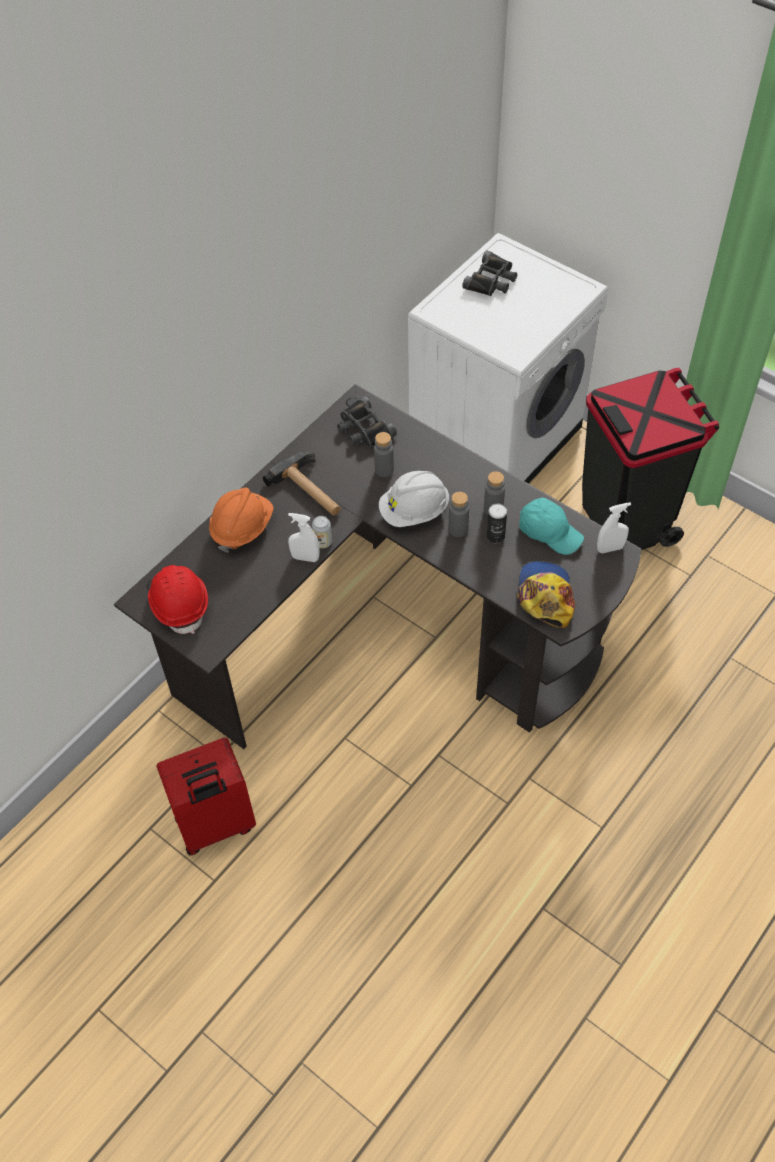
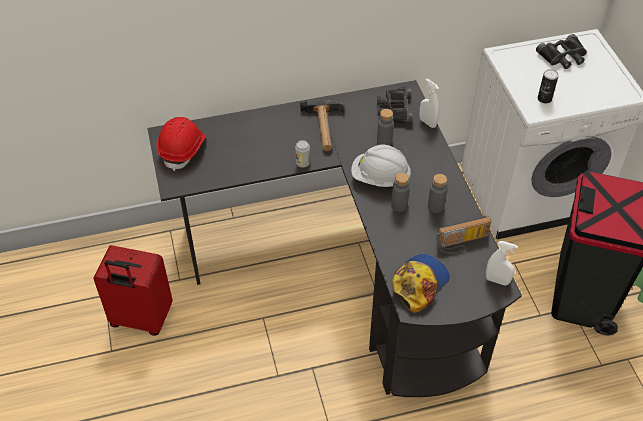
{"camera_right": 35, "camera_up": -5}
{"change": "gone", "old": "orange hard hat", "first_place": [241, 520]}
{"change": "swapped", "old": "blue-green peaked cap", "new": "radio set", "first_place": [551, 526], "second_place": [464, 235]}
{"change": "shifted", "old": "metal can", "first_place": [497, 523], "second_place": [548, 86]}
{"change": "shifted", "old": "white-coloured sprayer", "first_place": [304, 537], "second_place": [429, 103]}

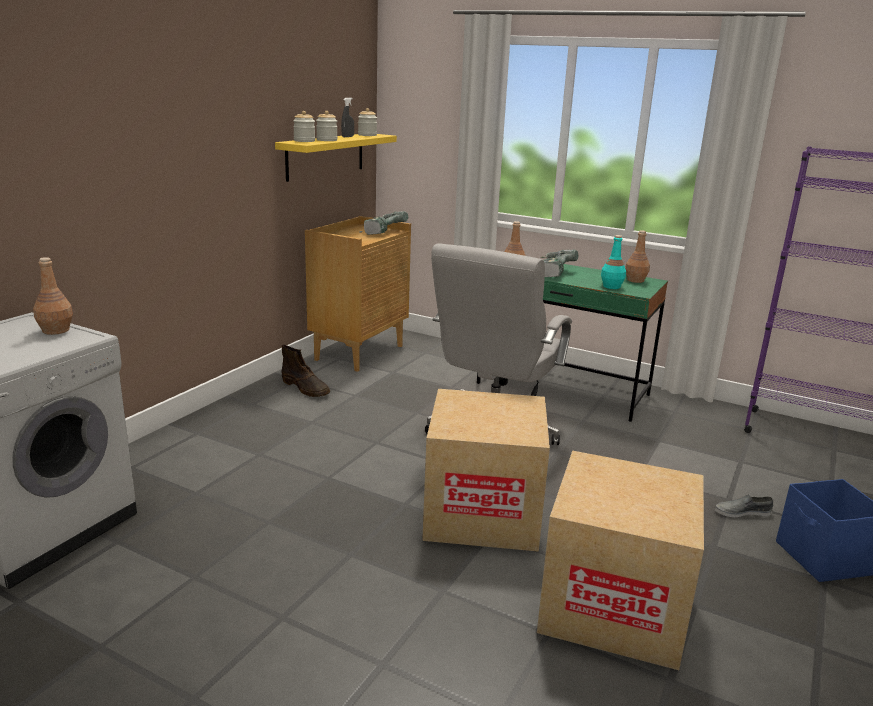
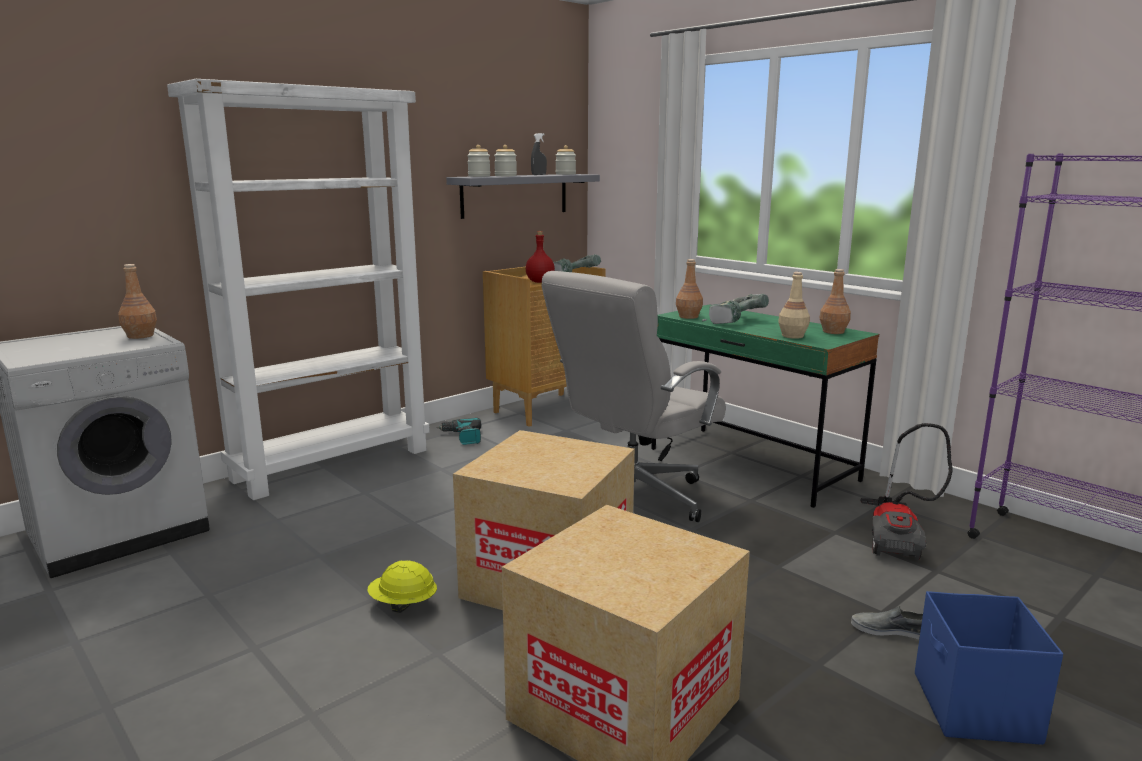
{"camera_right": 20, "camera_up": -5}
{"change": "repainted", "old": "yellow-coloured bracket shelf", "new": "grey bracket shelf", "first_place": [336, 158], "second_place": [523, 196]}
{"change": "repainted", "old": "blue-green bottle", "new": "beige-coloured bottle", "first_place": [613, 262], "second_place": [794, 305]}
{"change": "swapped", "old": "brown-coloured high-top boot", "new": "electric drill", "first_place": [306, 371], "second_place": [459, 431]}
{"change": "new", "new": "white-coloured bookcase", "second_place": [298, 289]}
{"change": "new", "new": "red-coloured bottle", "second_place": [540, 257]}
{"change": "new", "new": "vacuum", "second_place": [906, 492]}
{"change": "new", "new": "yellow-coloured hard hat", "second_place": [402, 587]}

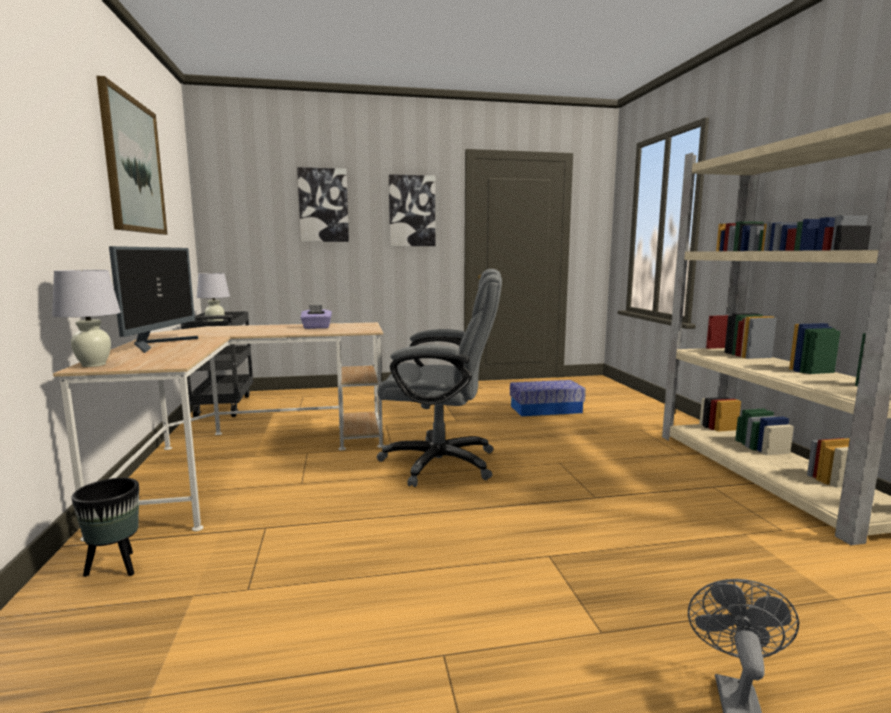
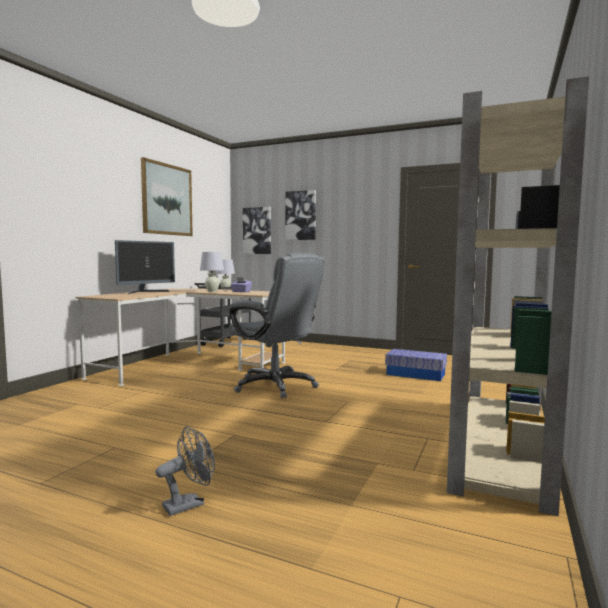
{"camera_right": 35, "camera_up": -5}
{"change": "shifted", "old": "wall picture", "first_place": [412, 210], "second_place": [257, 230]}
{"change": "shifted", "old": "white-coloured lamp for a table", "first_place": [86, 318], "second_place": [212, 272]}
{"change": "gone", "old": "black-coloured planter", "first_place": [105, 527]}

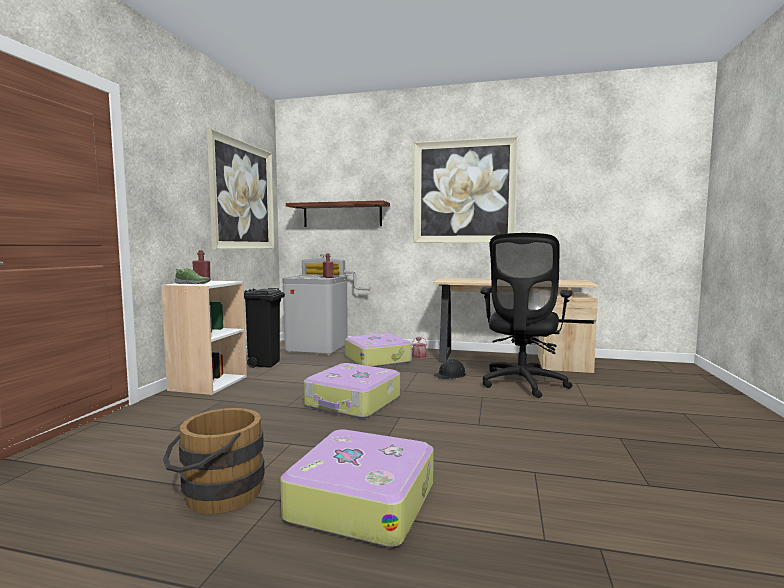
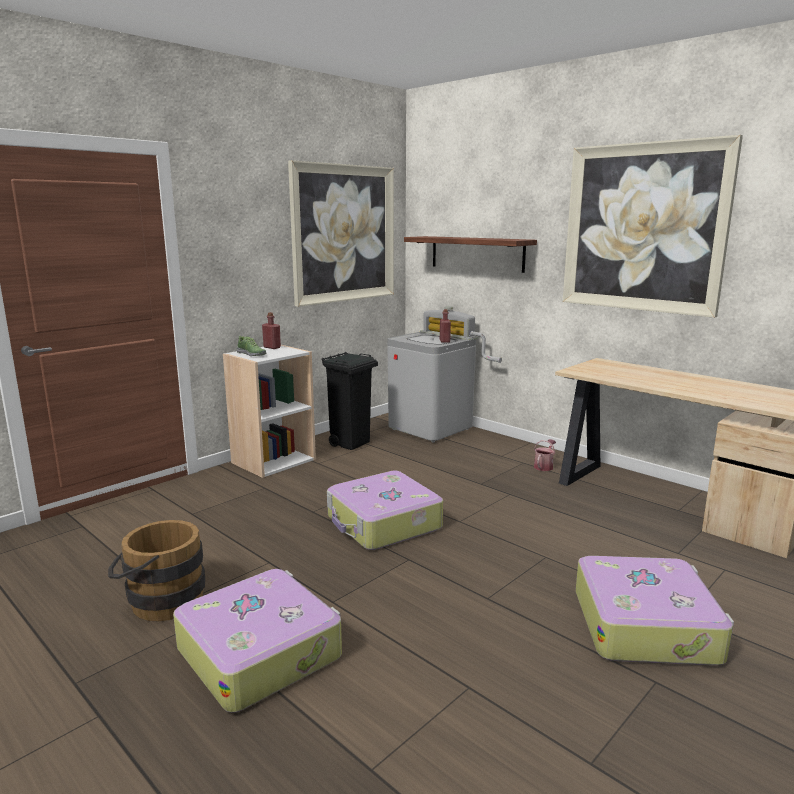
{"camera_right": 30, "camera_up": 10}
{"change": "gone", "old": "black-coloured computer chair", "first_place": [526, 315]}
{"change": "shifted", "old": "travel case", "first_place": [378, 350], "second_place": [655, 610]}
{"change": "gone", "old": "black-coloured hard hat", "first_place": [450, 369]}

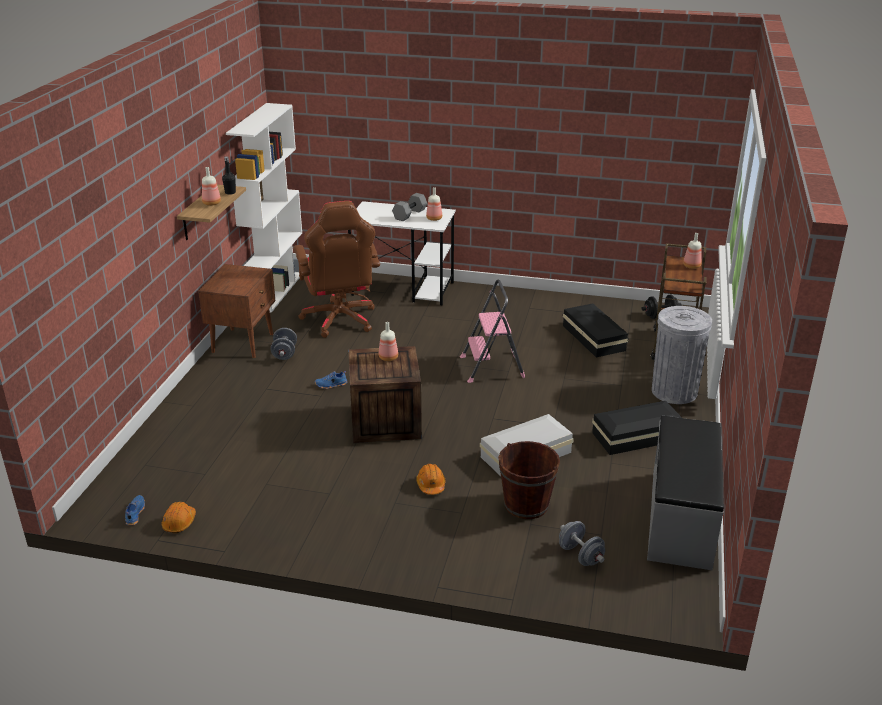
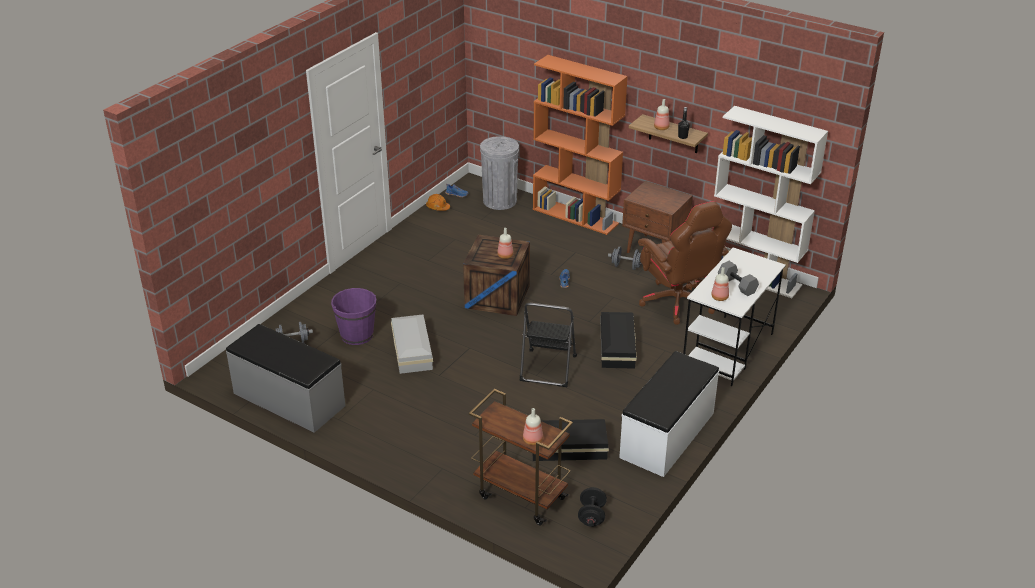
{"camera_right": 110, "camera_up": 5}
{"change": "rotated", "old": "brown-coloured computer chair", "first_place": [336, 269], "second_place": [685, 263], "degrees": -120}
{"change": "repainted", "old": "pink-coloured stepladder", "new": "black-coloured stepladder", "first_place": [492, 331], "second_place": [548, 345]}
{"change": "shifted", "old": "grey waste bin", "first_place": [682, 355], "second_place": [499, 173]}
{"change": "shifted", "old": "black-coloured storage box", "first_place": [637, 428], "second_place": [618, 340]}
{"change": "repainted", "old": "brown-coloured pail", "new": "purplish pail", "first_place": [529, 480], "second_place": [353, 316]}
{"change": "gone", "old": "orange hard hat", "first_place": [431, 479]}
{"change": "new", "new": "orange bookcase", "second_place": [580, 145]}
{"change": "new", "new": "white-coloured bench", "second_place": [669, 414]}

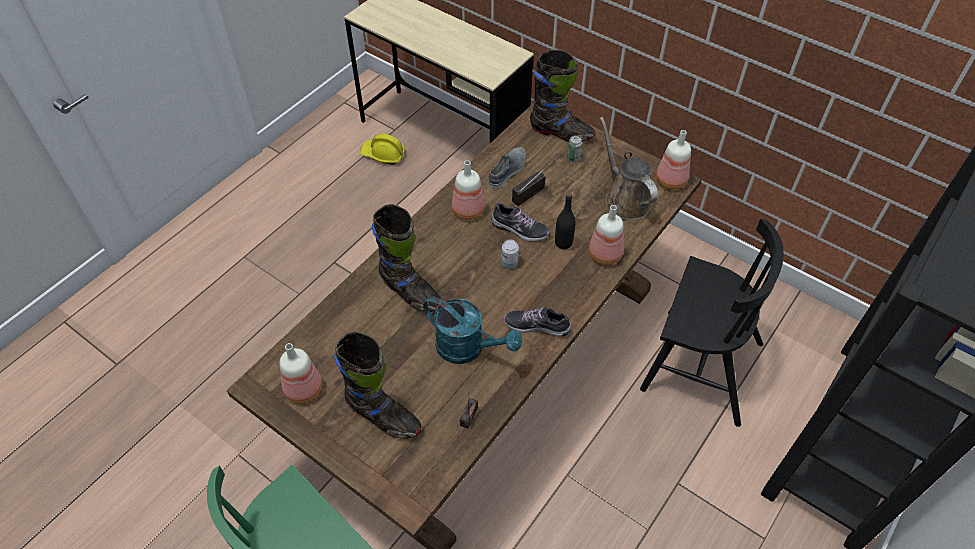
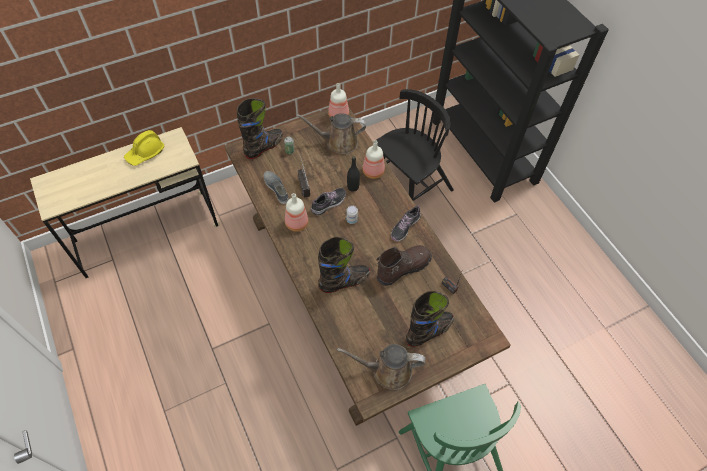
{"camera_right": -65, "camera_up": 5}
{"change": "shifted", "old": "yellow-coloured hard hat", "first_place": [382, 149], "second_place": [144, 148]}
{"change": "swapped", "old": "blue-green sprinkling can", "new": "brown-coloured high-top boot", "first_place": [472, 330], "second_place": [404, 265]}
{"change": "swapped", "old": "bottle", "new": "brown-coloured sprinkling can", "first_place": [301, 373], "second_place": [381, 367]}

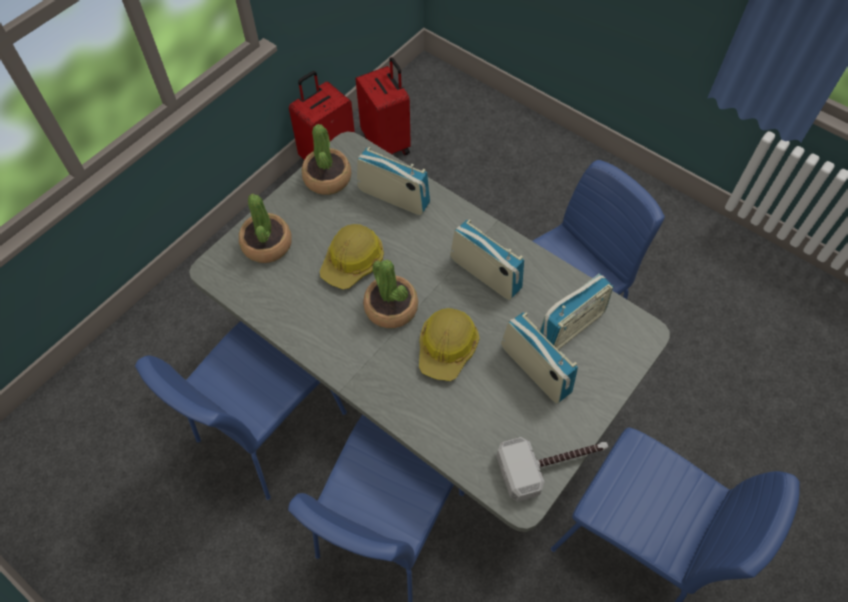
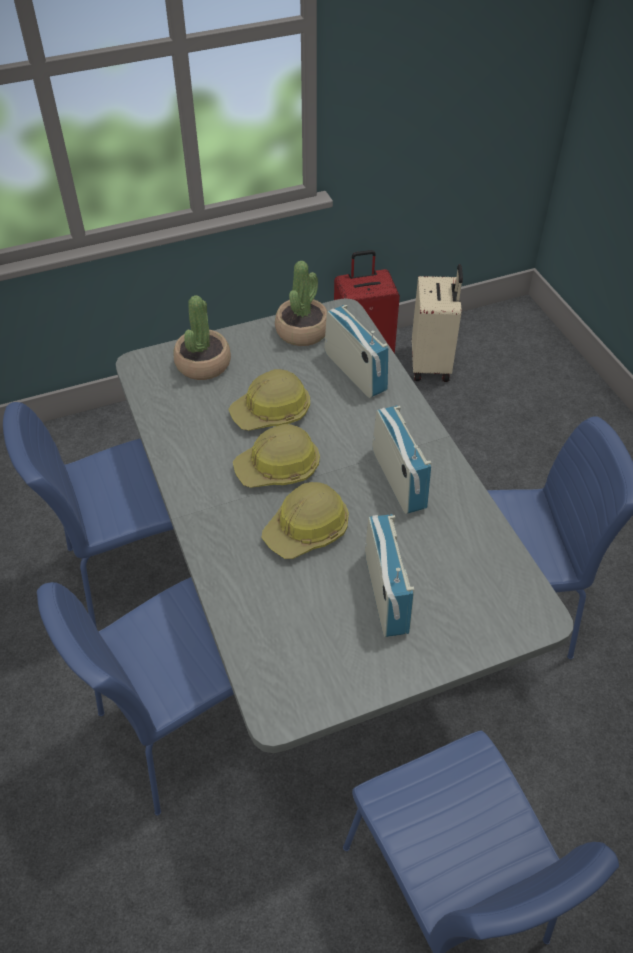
{"camera_right": 30, "camera_up": -10}
{"change": "repainted", "old": "red-coloured travel case", "new": "beige-coloured travel case", "first_place": [383, 106], "second_place": [437, 323]}
{"change": "swapped", "old": "plant in a pot", "new": "hard hat", "first_place": [390, 294], "second_place": [276, 456]}
{"change": "gone", "old": "radio set", "first_place": [576, 312]}
{"change": "gone", "old": "hammer", "first_place": [552, 469]}

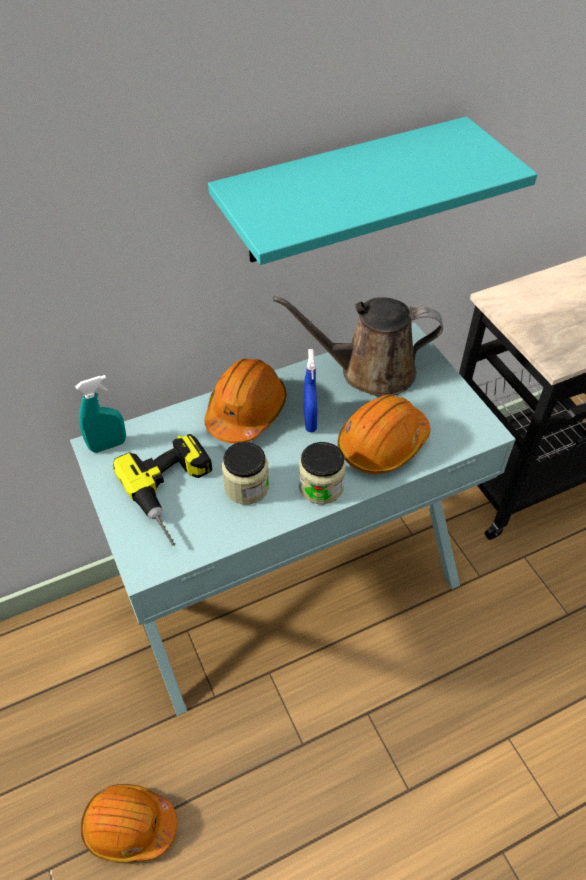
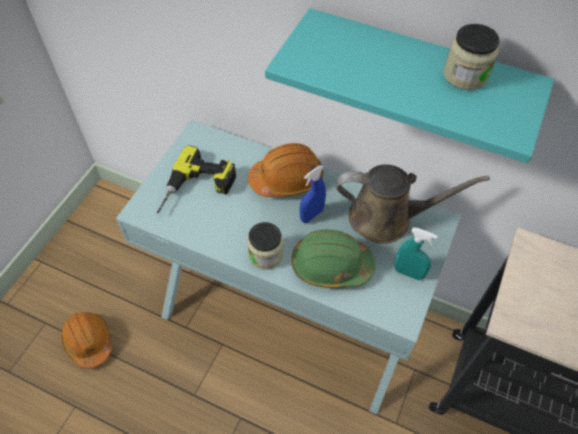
{"camera_right": 50, "camera_up": 5}
{"change": "rotated", "old": "brown-coloured sprinkling can", "first_place": [358, 346], "second_place": [413, 204], "degrees": 135}
{"change": "shifted", "old": "blue-green sprayer", "first_place": [100, 414], "second_place": [416, 254]}
{"change": "repainted", "old": "orange hard hat", "new": "green-coloured hard hat", "first_place": [384, 434], "second_place": [333, 259]}
{"change": "shifted", "old": "storage jar", "first_place": [245, 473], "second_place": [471, 57]}

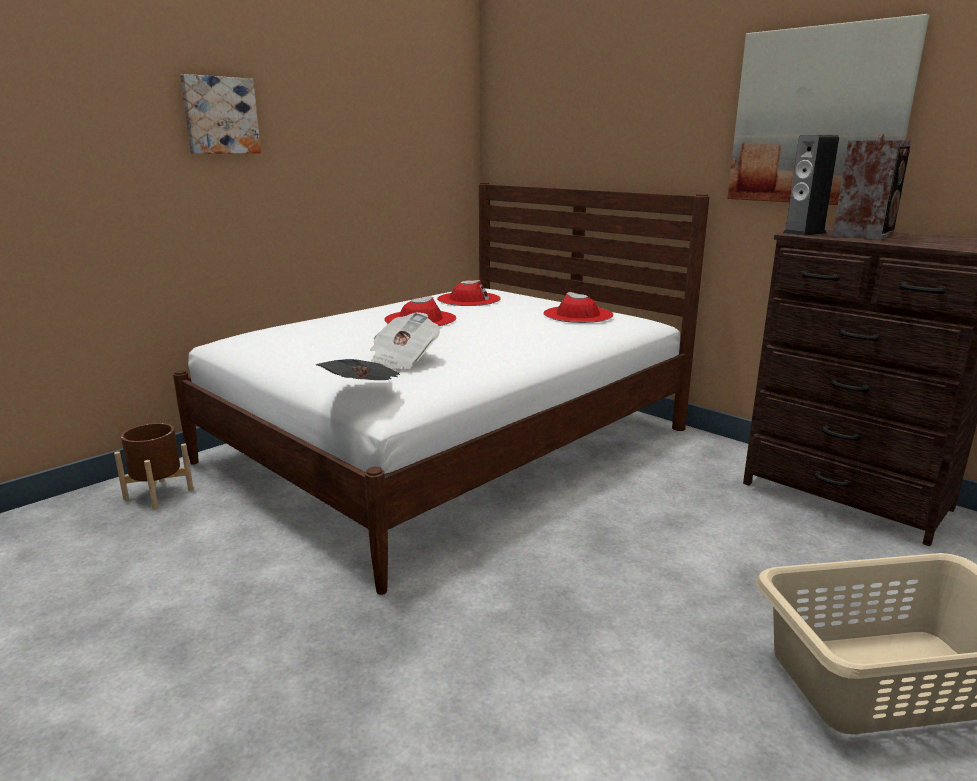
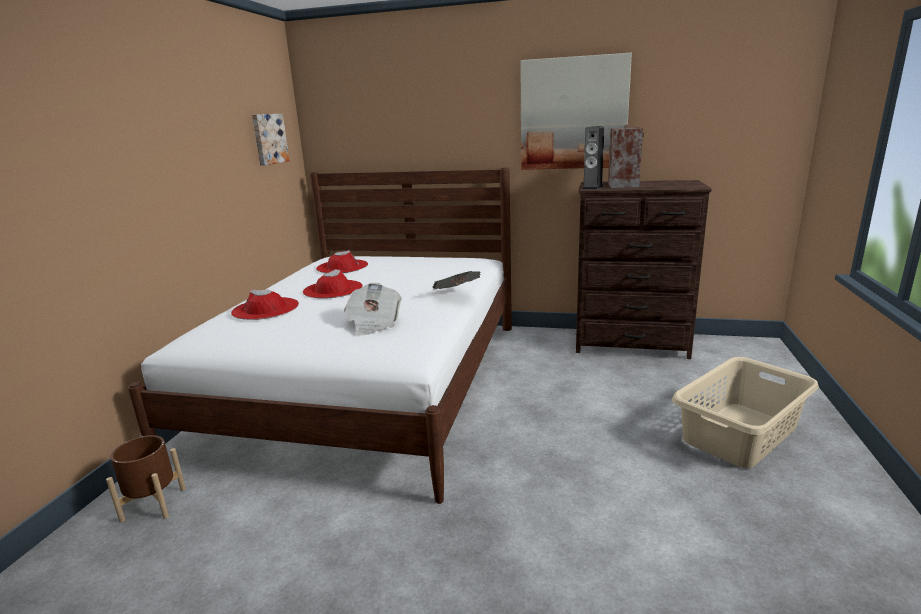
{"camera_right": -30, "camera_up": 0}
{"change": "shifted", "old": "wall picture", "first_place": [220, 114], "second_place": [271, 140]}
{"change": "shifted", "old": "red-coloured hat", "first_place": [578, 307], "second_place": [265, 304]}
{"change": "shifted", "old": "daily paper", "first_place": [358, 369], "second_place": [456, 280]}

